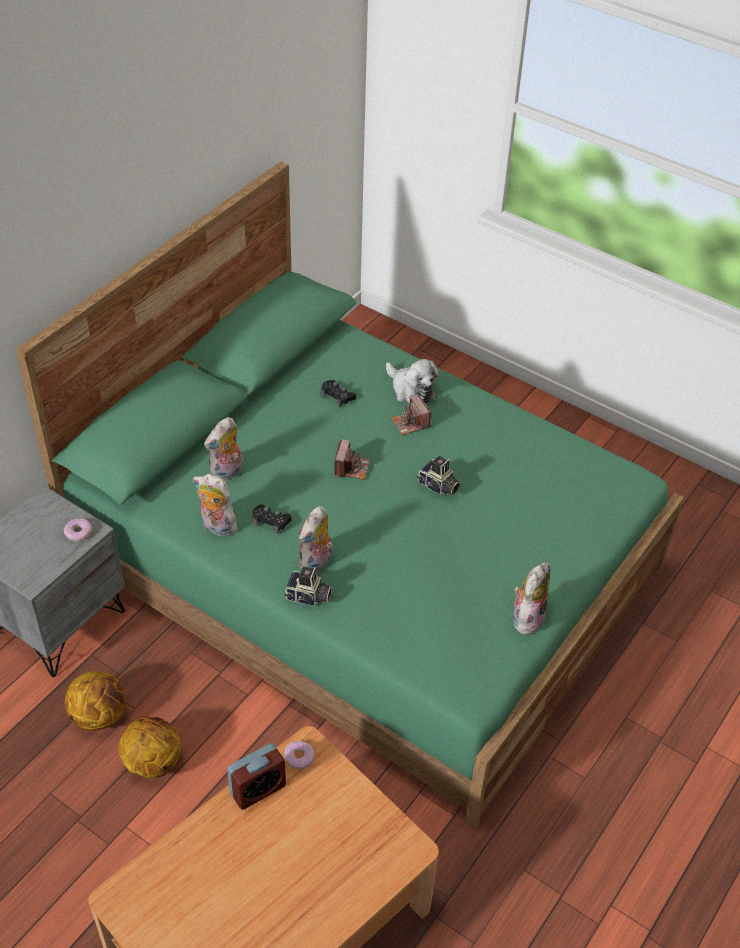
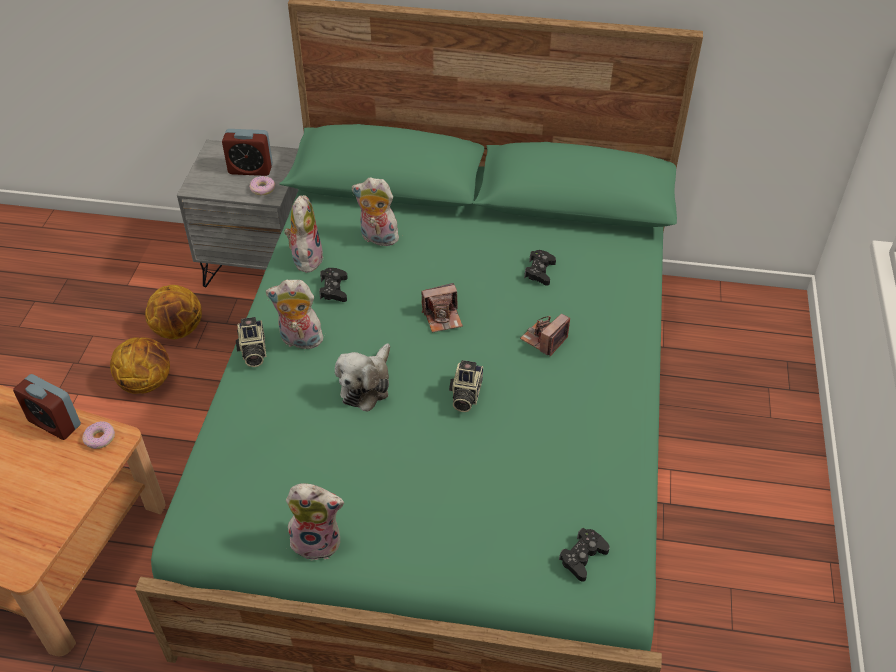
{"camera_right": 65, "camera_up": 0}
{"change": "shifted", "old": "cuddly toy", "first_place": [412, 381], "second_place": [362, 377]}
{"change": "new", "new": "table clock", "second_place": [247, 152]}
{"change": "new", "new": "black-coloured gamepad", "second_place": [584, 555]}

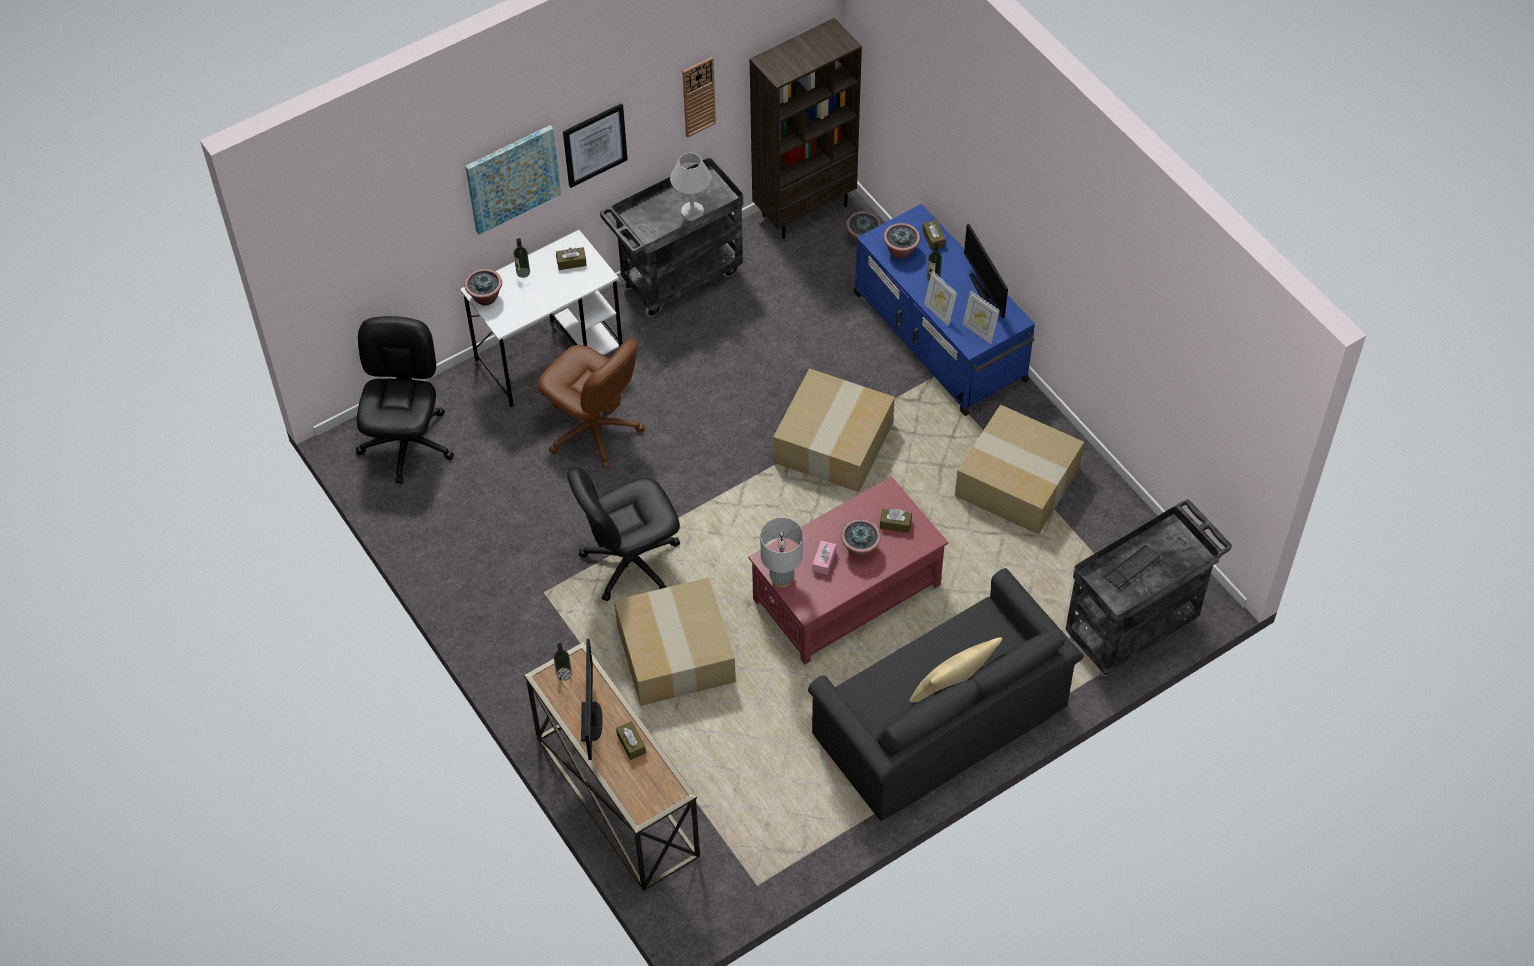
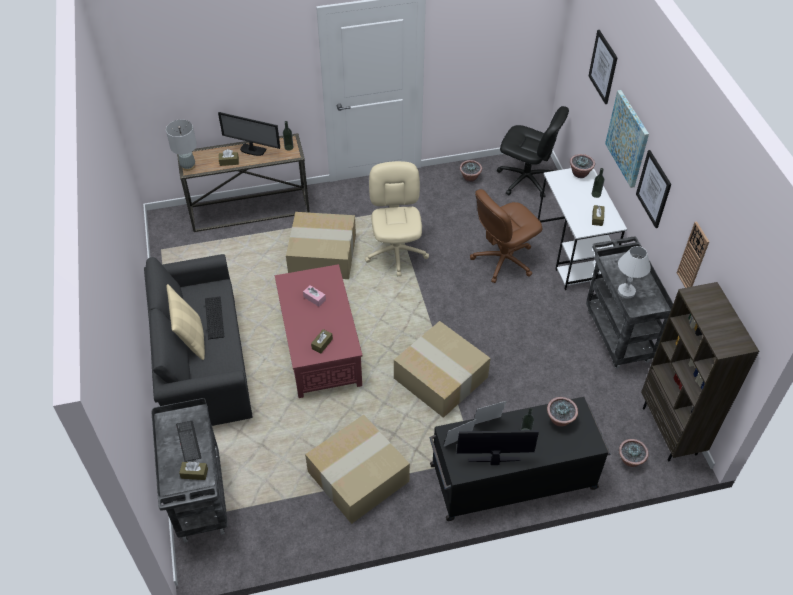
{"camera_right": 110, "camera_up": -5}
{"change": "repainted", "old": "blue storage cabinet", "new": "black-coloured storage cabinet", "first_place": [944, 310], "second_place": [520, 459]}
{"change": "shifted", "old": "brown-coloured box of tissues", "first_place": [934, 235], "second_place": [193, 471]}
{"change": "repainted", "old": "black-coloured computer chair", "new": "beige-coloured computer chair", "first_place": [623, 534], "second_place": [397, 219]}
{"change": "shifted", "old": "grey lamp for a table", "first_place": [781, 553], "second_place": [181, 145]}
{"change": "shifted", "old": "plant in a pot", "first_place": [861, 538], "second_place": [471, 171]}
{"change": "new", "new": "wall picture", "second_place": [603, 67]}
{"change": "new", "new": "keyboard", "second_place": [214, 318]}

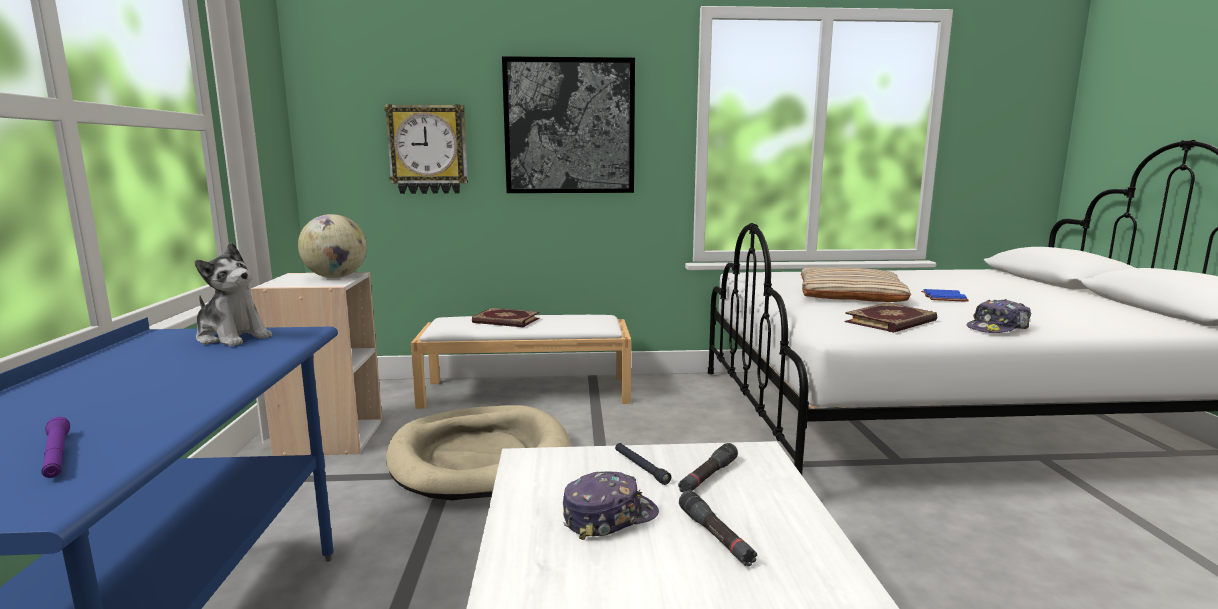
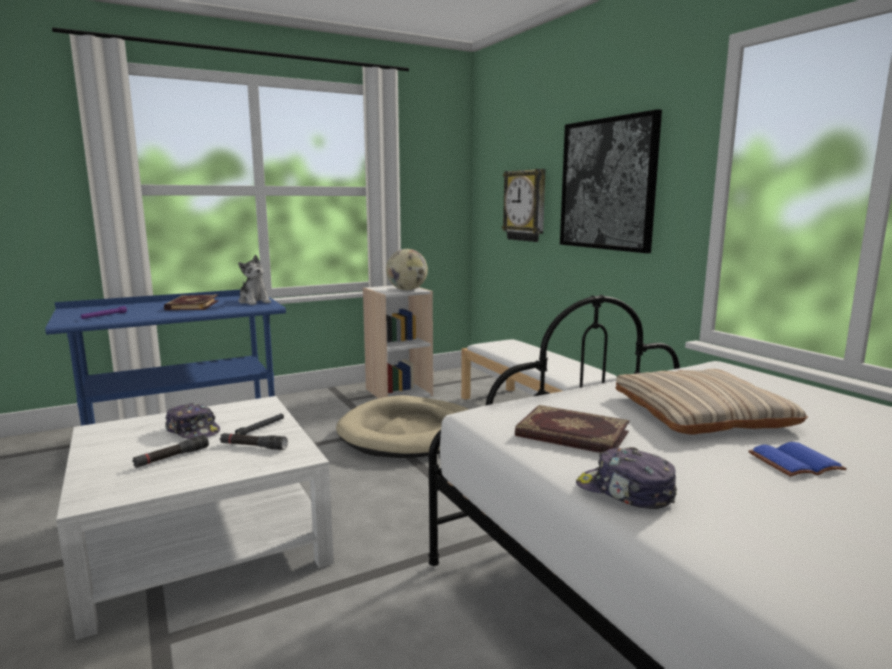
{"camera_right": 65, "camera_up": 0}
{"change": "rotated", "old": "cuddly toy", "first_place": [233, 294], "second_place": [254, 280], "degrees": -45}
{"change": "shifted", "old": "book", "first_place": [506, 317], "second_place": [191, 302]}

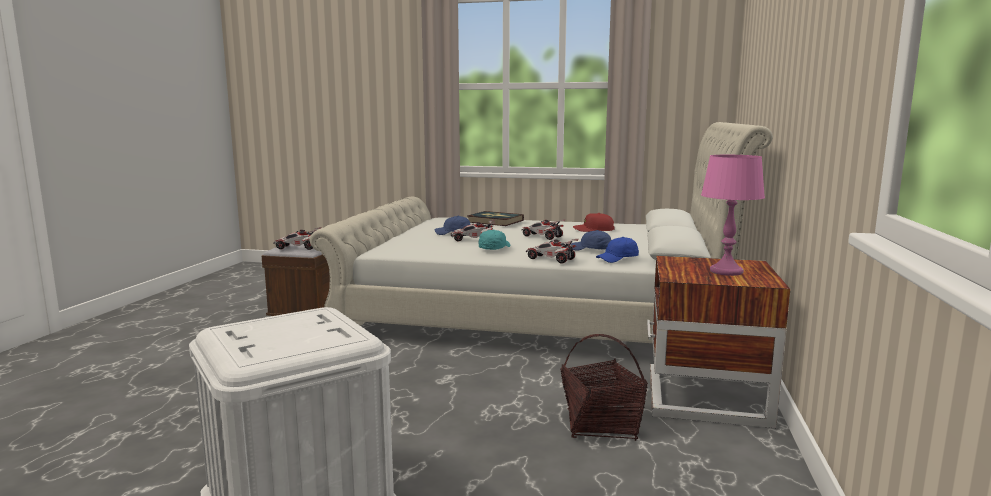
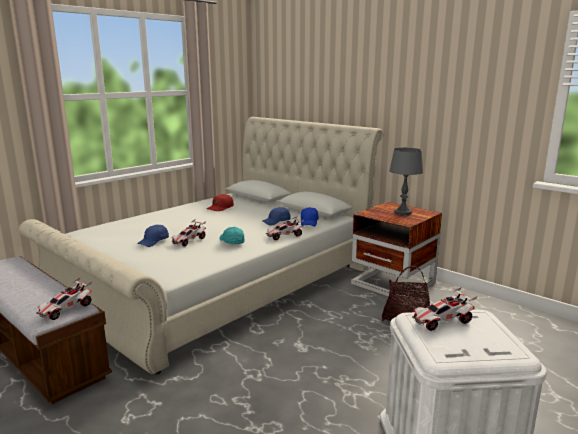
{"camera_right": -60, "camera_up": 5}
{"change": "repainted", "old": "pink-coloured lamp for a table", "new": "grey lamp for a table", "first_place": [733, 215], "second_place": [406, 181]}
{"change": "gone", "old": "book", "first_place": [495, 218]}
{"change": "shifted", "old": "model car", "first_place": [544, 229], "second_place": [444, 309]}

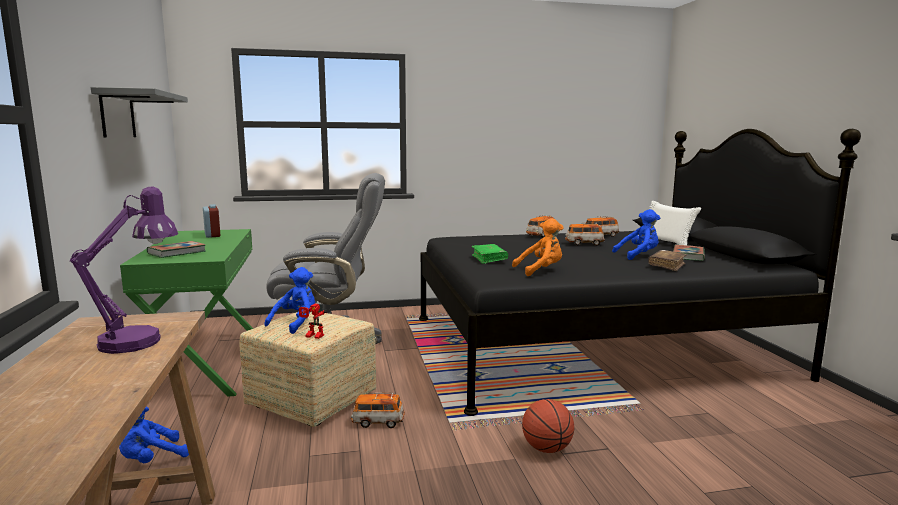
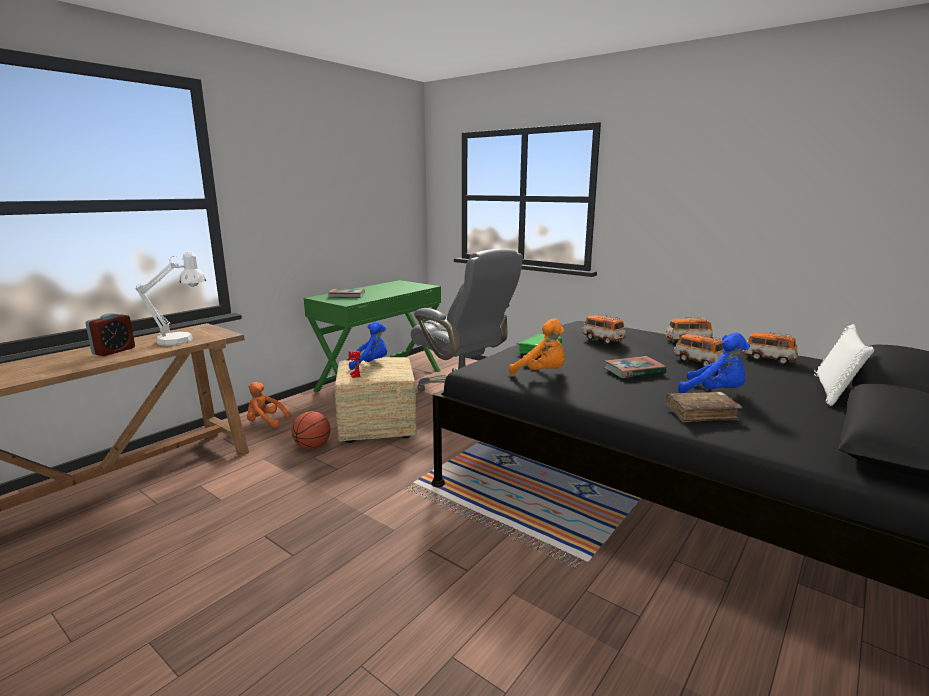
{"camera_right": 50, "camera_up": 5}
{"change": "gone", "old": "grey bracket shelf", "first_place": [139, 112]}
{"change": "repainted", "old": "purplish lamp for a table", "new": "white-coloured lamp for a table", "first_place": [123, 270], "second_place": [171, 299]}
{"change": "shifted", "old": "table clock", "first_place": [211, 221], "second_place": [110, 334]}
{"change": "shifted", "old": "book", "first_place": [689, 253], "second_place": [635, 367]}
{"change": "shifted", "old": "model car", "first_place": [378, 410], "second_place": [604, 329]}
{"change": "shifted", "old": "basketball ball", "first_place": [548, 426], "second_place": [311, 430]}
{"change": "repainted", "old": "blue cuddly toy", "new": "orange cuddly toy", "first_place": [154, 435], "second_place": [268, 405]}

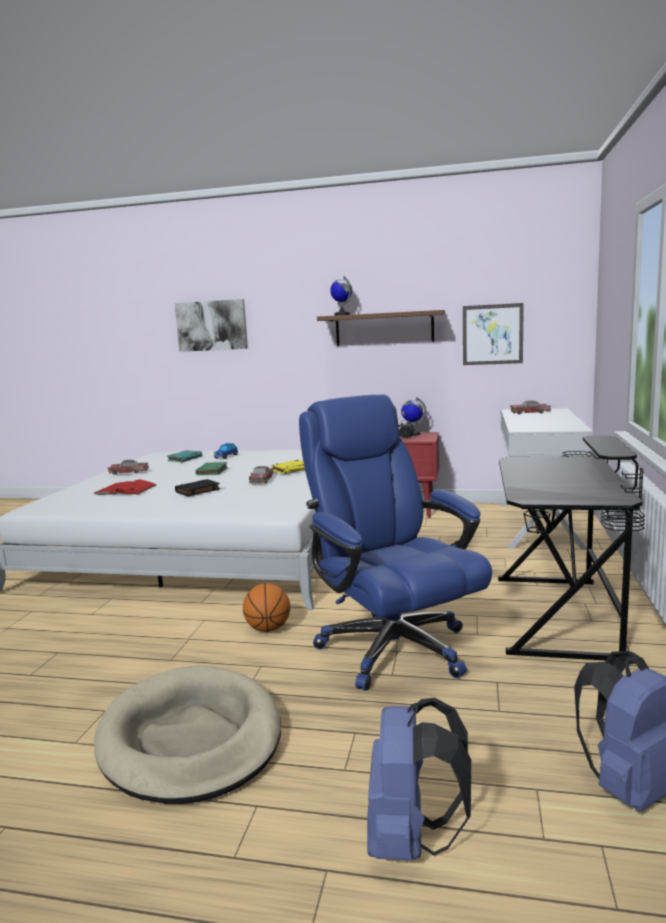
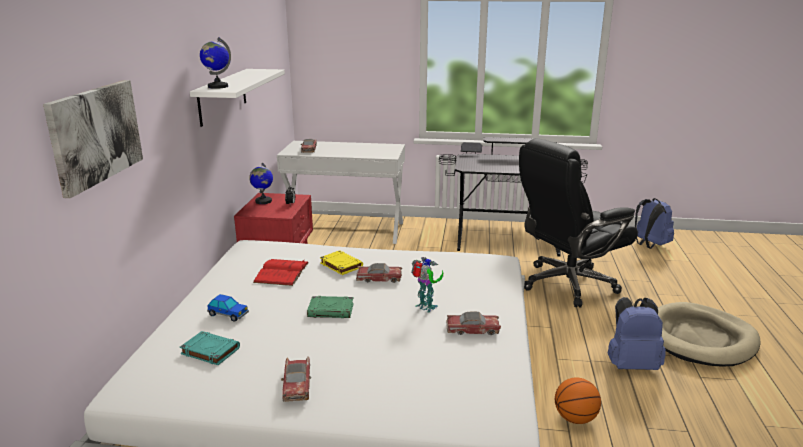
{"camera_right": -95, "camera_up": 10}
{"change": "gone", "old": "wall picture", "first_place": [493, 334]}
{"change": "repainted", "old": "brown-coloured bracket shelf", "new": "white-coloured bracket shelf", "first_place": [381, 328], "second_place": [237, 98]}
{"change": "repainted", "old": "blue computer chair", "new": "black-coloured computer chair", "first_place": [395, 542], "second_place": [578, 222]}
{"change": "shifted", "old": "red-coloured book", "first_place": [125, 487], "second_place": [281, 272]}
{"change": "swapped", "old": "black-coloured book", "new": "model robot", "first_place": [197, 488], "second_place": [427, 285]}
{"change": "shifted", "old": "basketball ball", "first_place": [266, 607], "second_place": [578, 401]}
{"change": "shifted", "old": "blue knapsack", "first_place": [419, 779], "second_place": [637, 333]}
{"change": "new", "new": "model car", "second_place": [473, 323]}

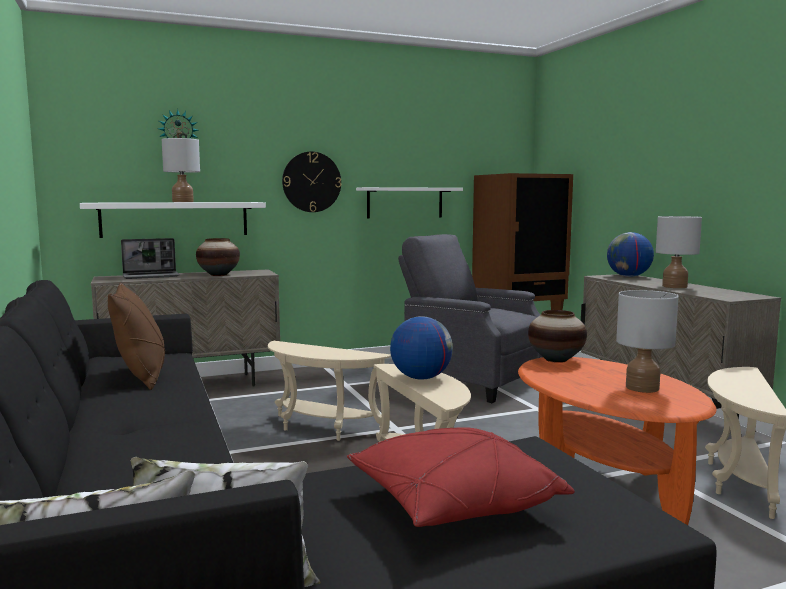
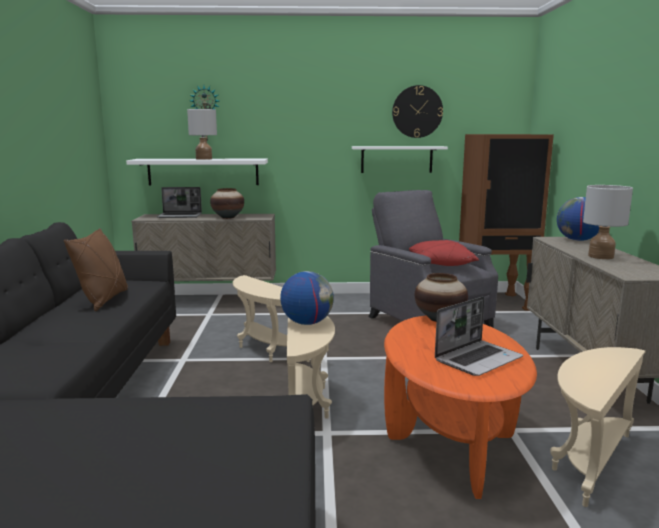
{"camera_right": 20, "camera_up": 5}
{"change": "shifted", "old": "hanging clock", "first_place": [311, 182], "second_place": [417, 111]}
{"change": "swapped", "old": "grey lamp for a table", "new": "portable computer", "first_place": [647, 341], "second_place": [479, 336]}
{"change": "shifted", "old": "red-coloured cushion", "first_place": [461, 477], "second_place": [444, 253]}

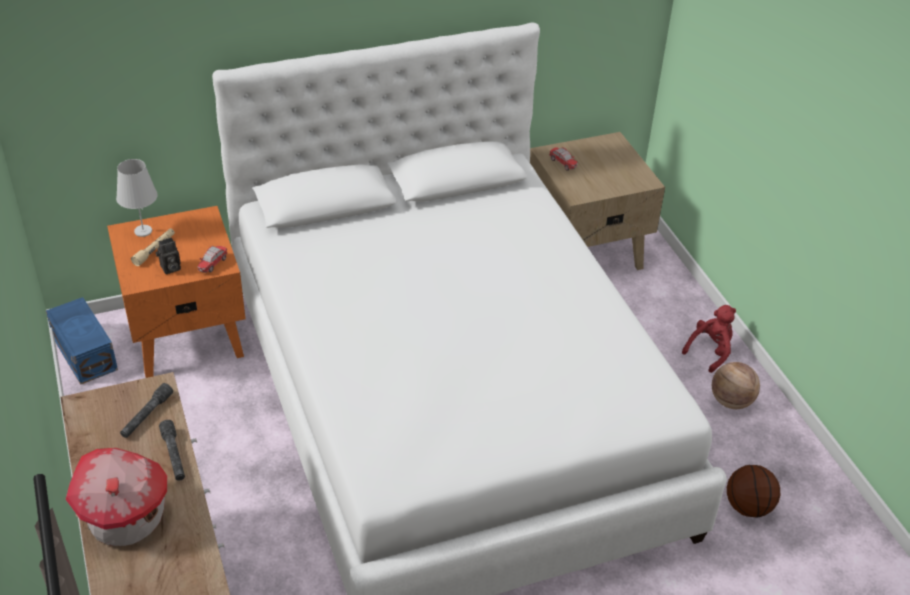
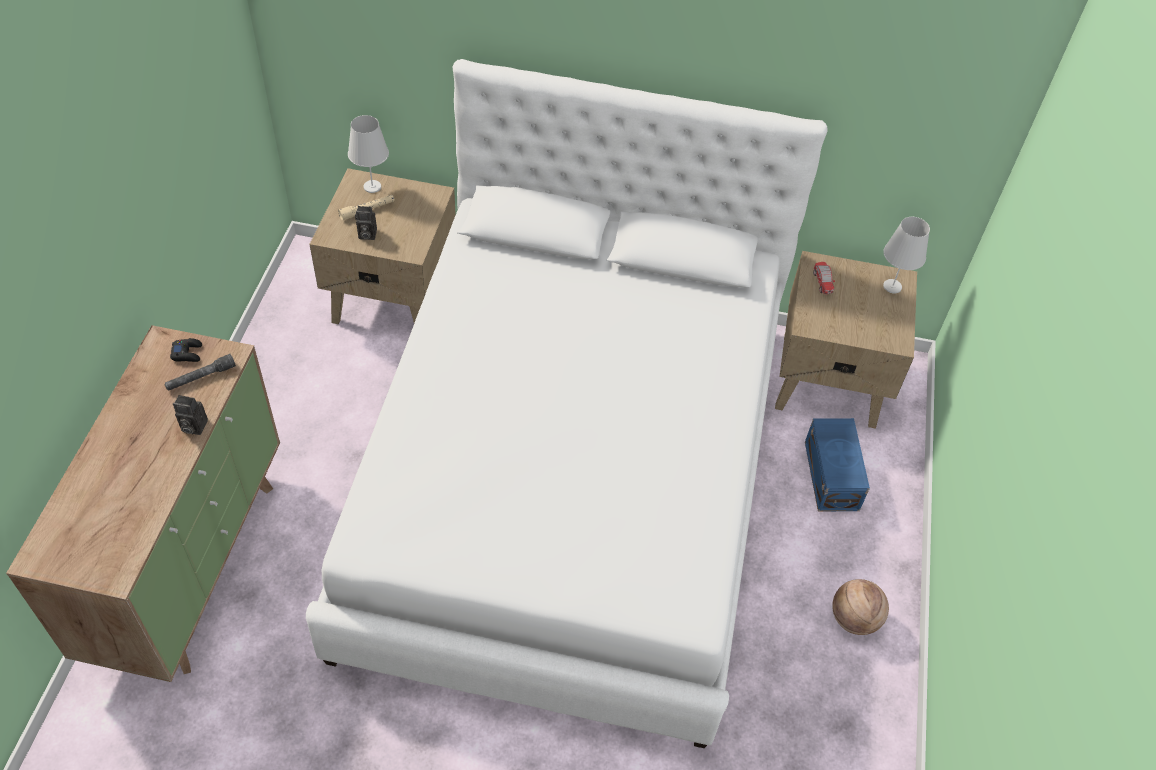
{"camera_right": 30, "camera_up": 10}
{"change": "repainted", "old": "orange bedside table", "new": "beige-coloured bedside table", "first_place": [176, 292], "second_place": [382, 246]}
{"change": "gone", "old": "model car", "first_place": [212, 259]}
{"change": "shifted", "old": "blue storage box", "first_place": [82, 341], "second_place": [837, 464]}
{"change": "gone", "old": "red-coloured cuddly toy", "first_place": [709, 339]}
{"change": "swapped", "old": "grey torch", "new": "photo camera", "first_place": [172, 450], "second_place": [190, 415]}
{"change": "gone", "old": "toy house", "first_place": [116, 497]}
{"change": "gone", "old": "basketball ball", "first_place": [753, 491]}
{"change": "new", "new": "white-coloured lamp for a table", "second_place": [906, 255]}
{"change": "new", "new": "black-coloured gamepad", "second_place": [186, 350]}

